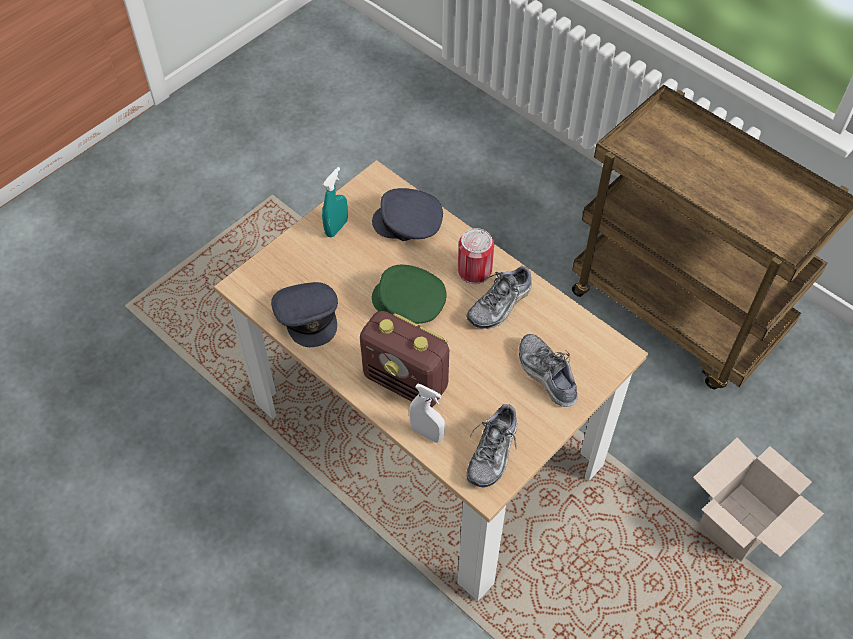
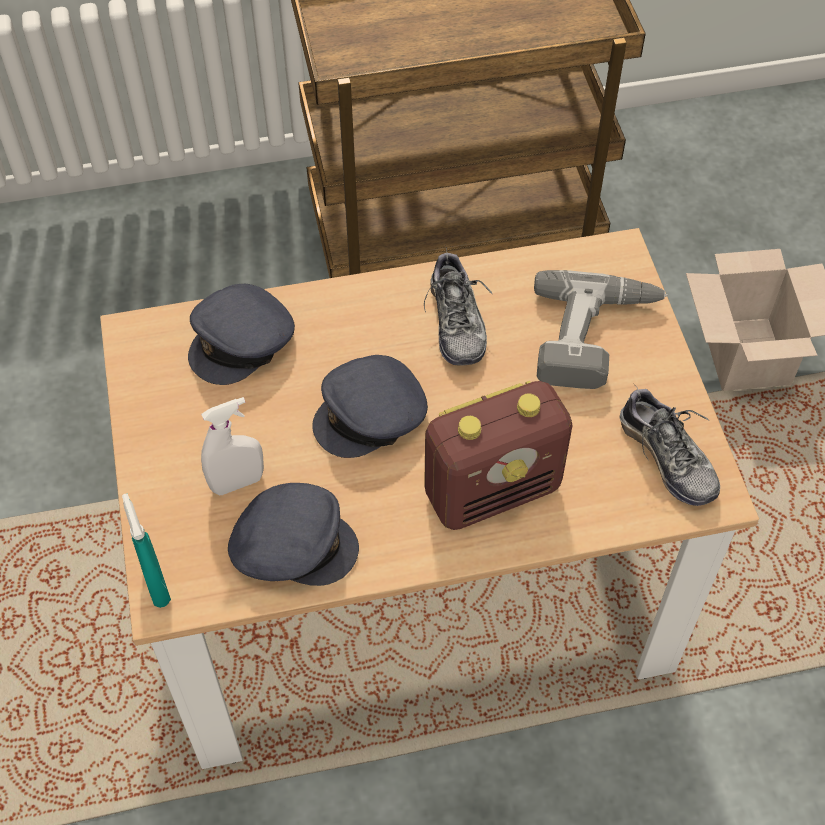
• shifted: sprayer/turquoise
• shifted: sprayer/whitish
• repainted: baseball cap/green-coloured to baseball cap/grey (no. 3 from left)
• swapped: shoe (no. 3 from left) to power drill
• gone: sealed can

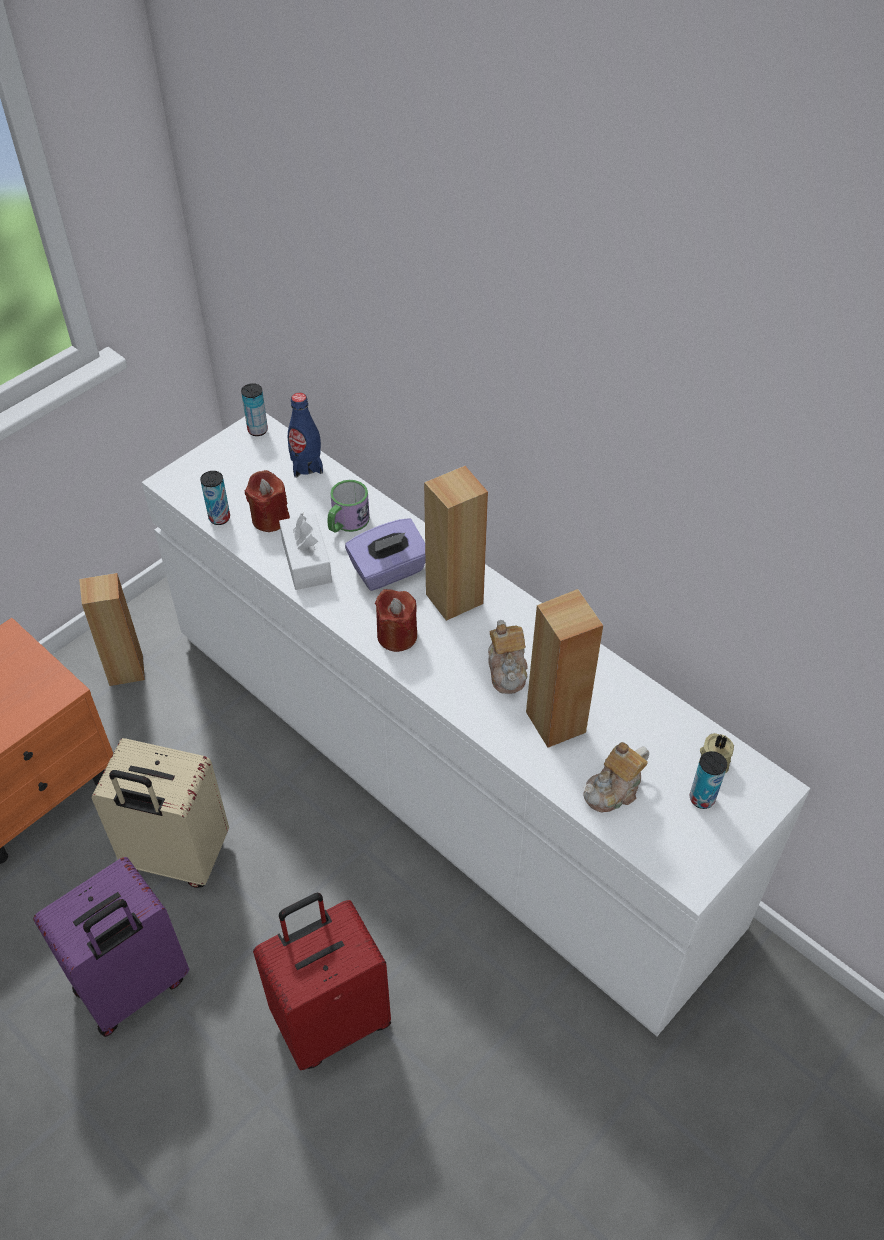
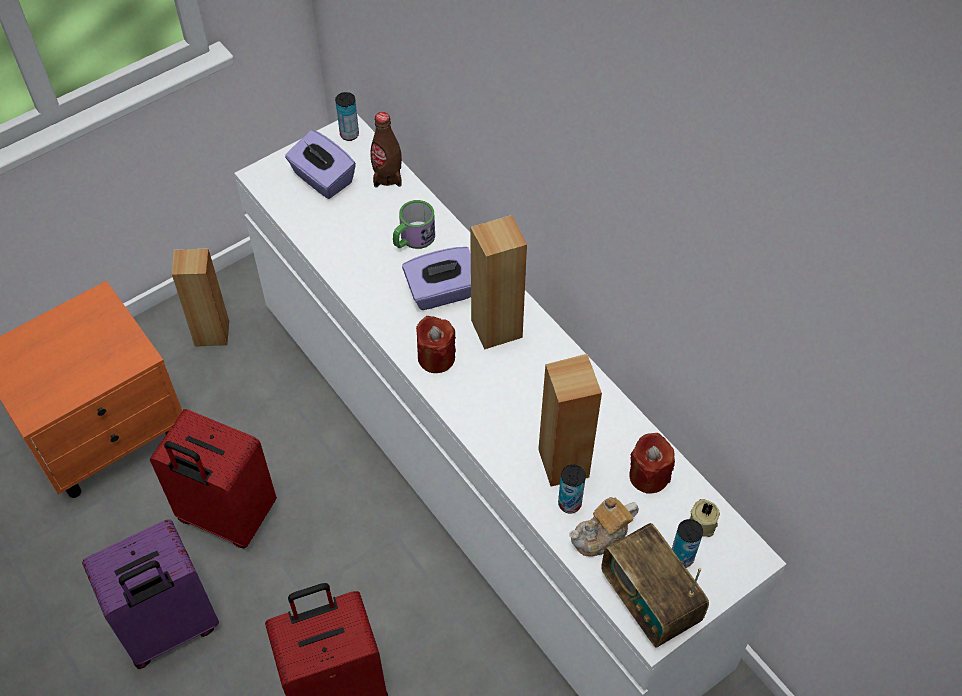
• repainted: piece of luggage/sand-coloured to piece of luggage/red (no. 1 from left)
• new: tissue box/purple-coloured (no. 1 from left)
• repainted: bottle/bluish to bottle/brown
• shifted: sealed can (no. 1 from left in the first image) to sealed can (no. 2 from left)
• new: radio
• shifted: wax candle/red (no. 1 from left in the first image) to wax candle/red (no. 2 from left)
• gone: tissue box/whitish
• gone: pot for tea (no. 1 from left)

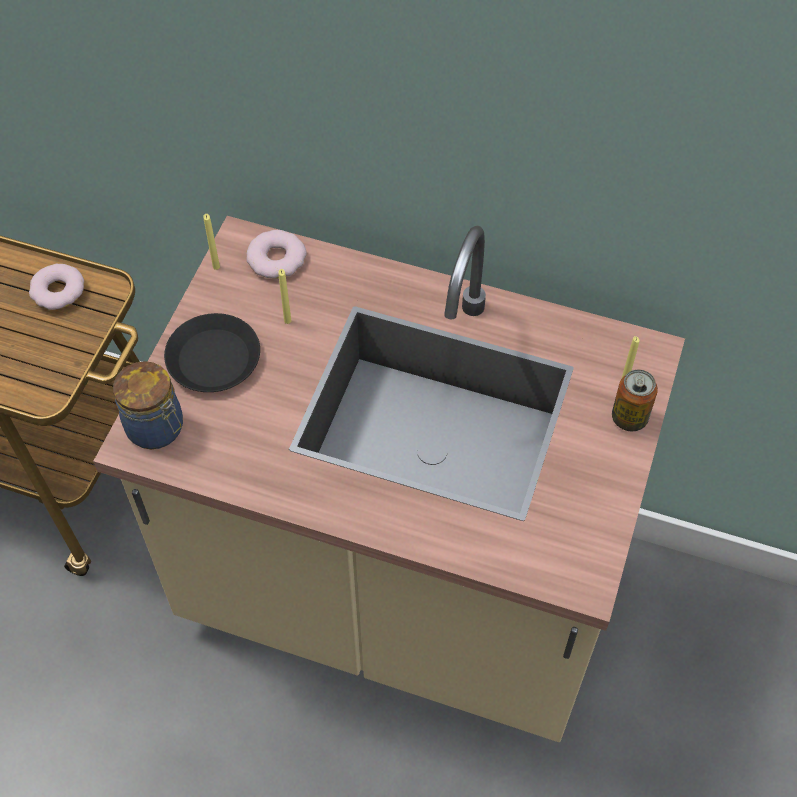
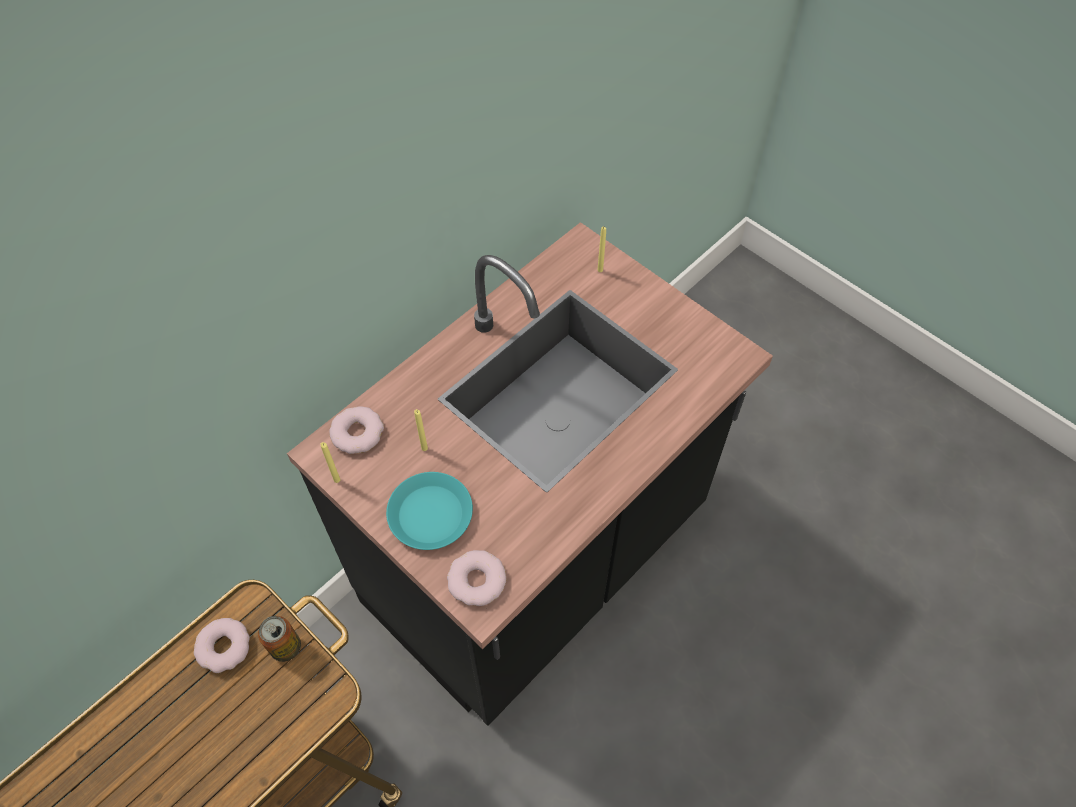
• shifted: sealed can
• repainted: counter/sand-coloured to counter/blackish
• repainted: plate/blackish to plate/turquoise
• swapped: storage jar to doughnut (no. 3 from left)

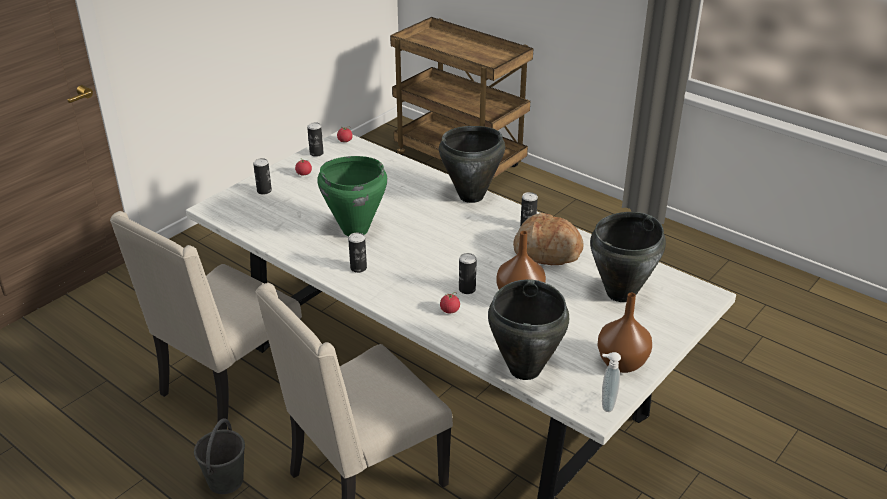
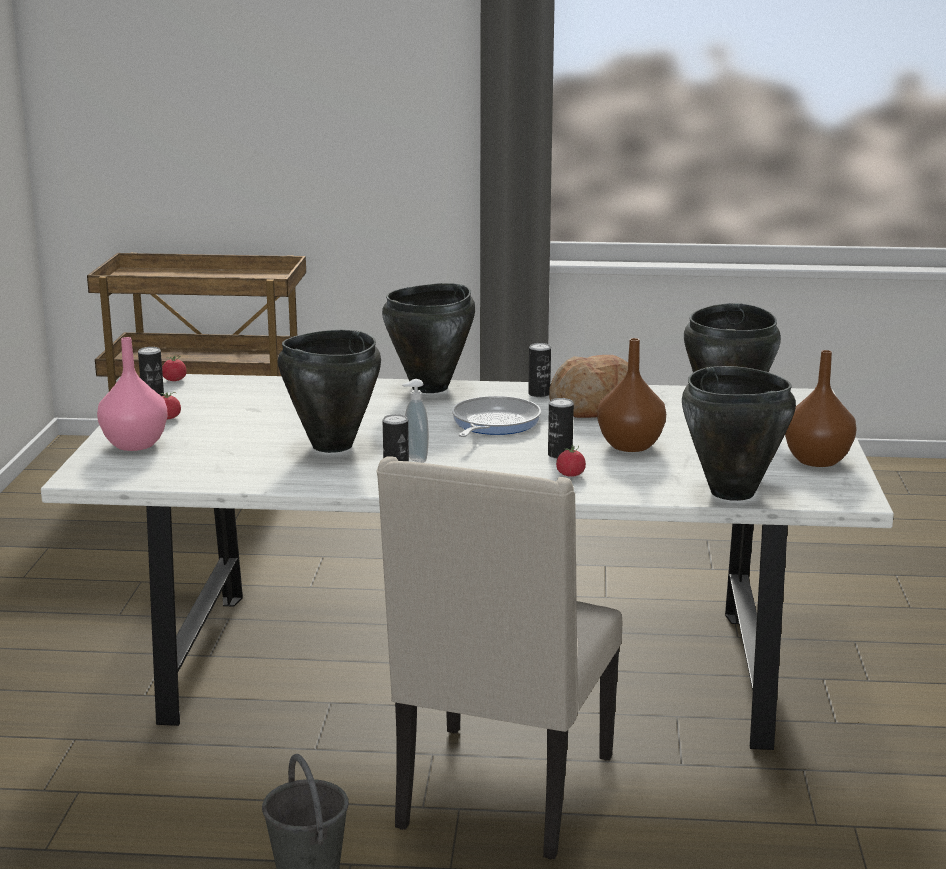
• swapped: sealed can (no. 1 from left) to vase/pinkish
• repainted: stockpot/green-coloured to stockpot/blackish (no. 1 from left)
• shifted: soap dispenser
• new: skillet
• gone: plain chair/sand-coloured (no. 1 from left)

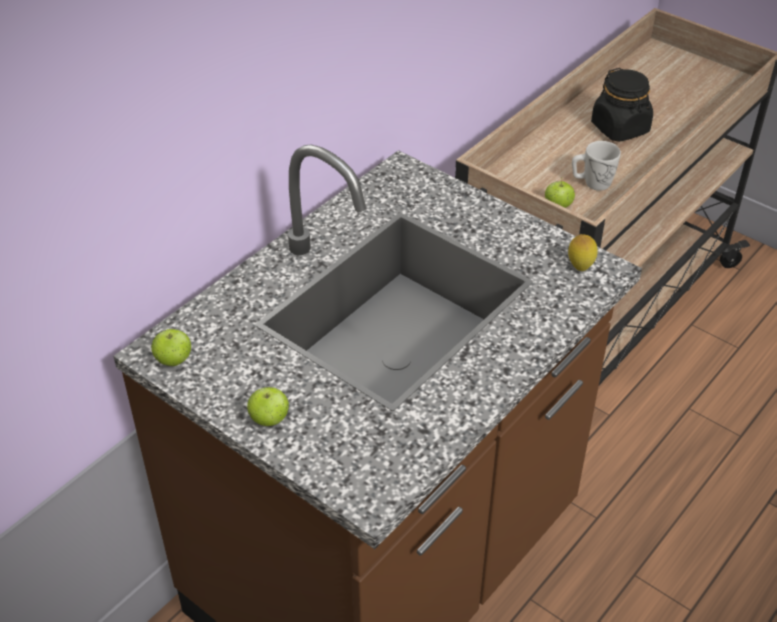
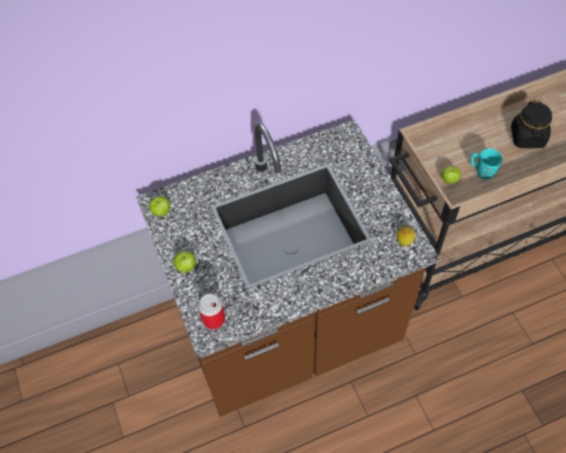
• new: sealed can
• repainted: tea mug/whitish to tea mug/turquoise

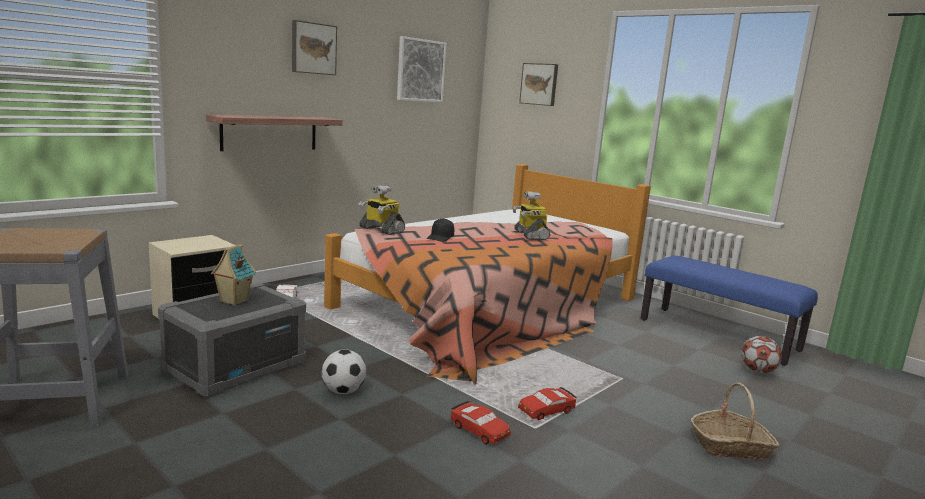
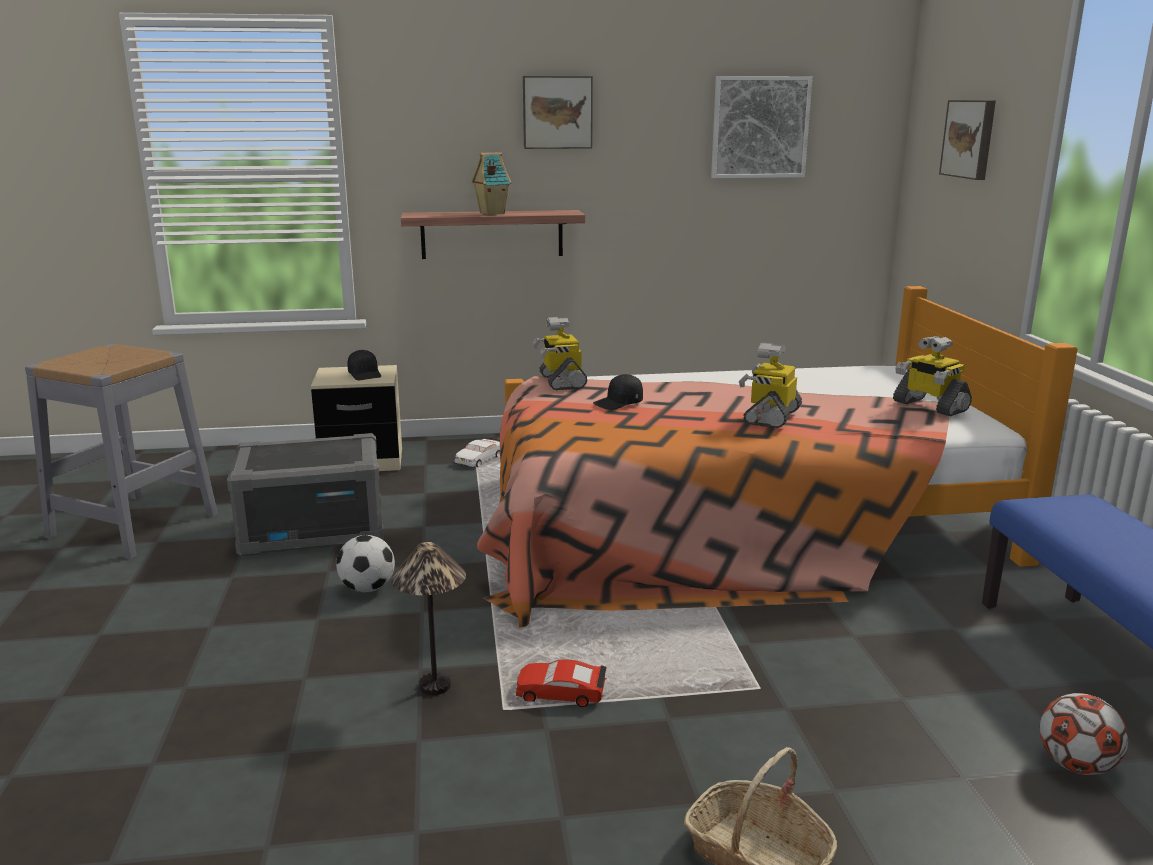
• new: baseball cap/blackish (no. 1 from left)
• swapped: toy car/red (no. 1 from left) to lamp for a table
• shifted: toy house
• new: toy robot (no. 3 from left)

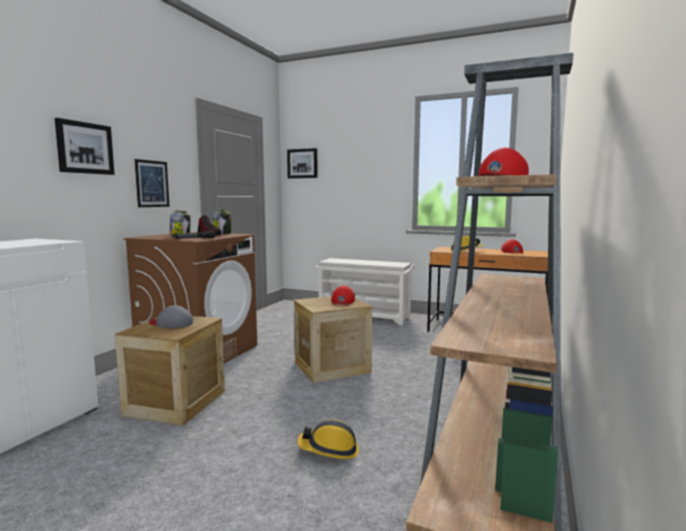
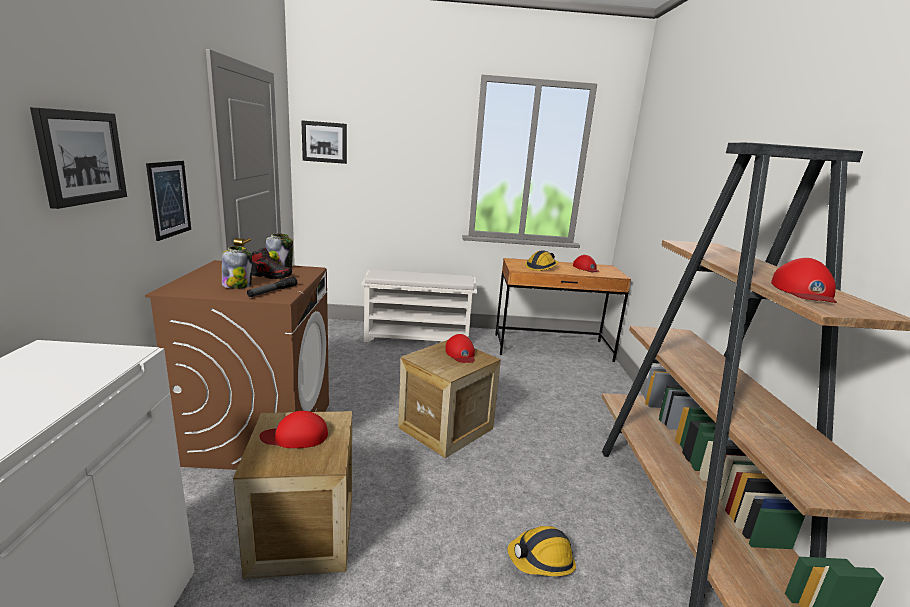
• repainted: baseball cap/grey to baseball cap/red (no. 1 from left)

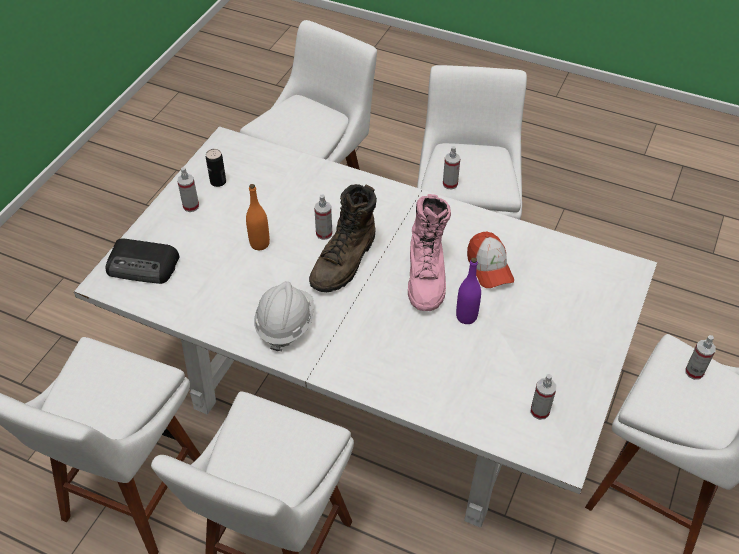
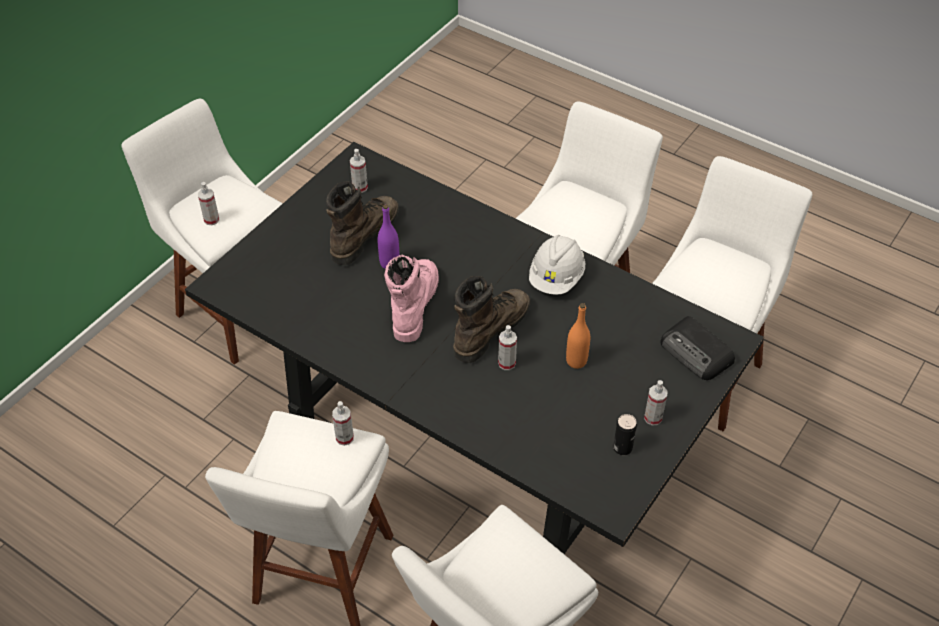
• repainted: dinner table/whitish to dinner table/blackish
• new: high-top boot/brown (no. 1 from left)
• rotated: radio 150 degrees counterclockwise
• gone: baseball cap

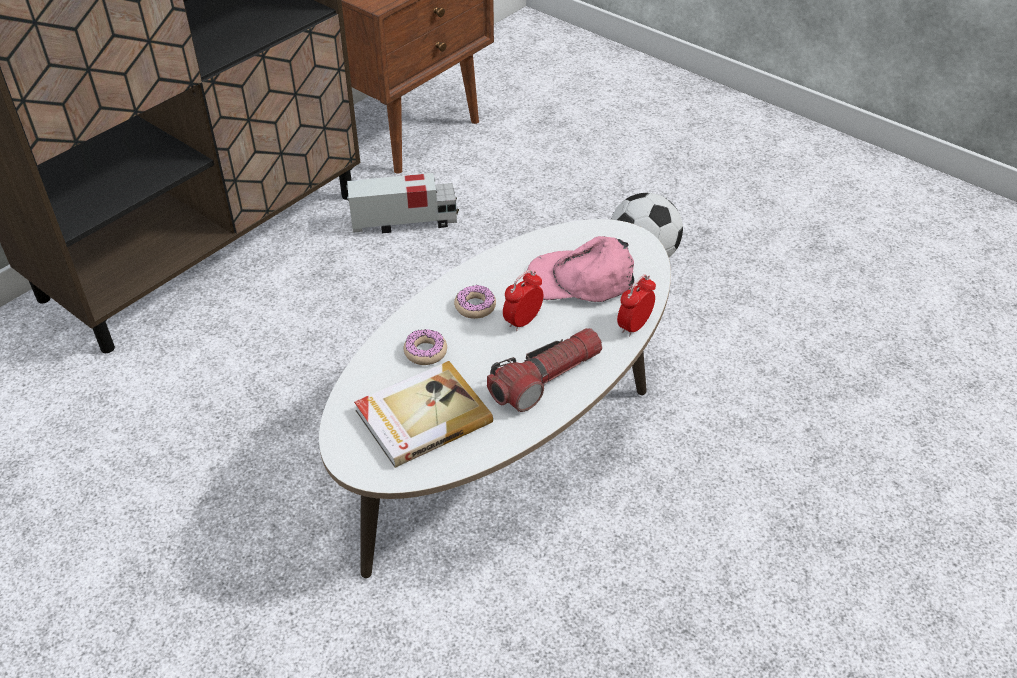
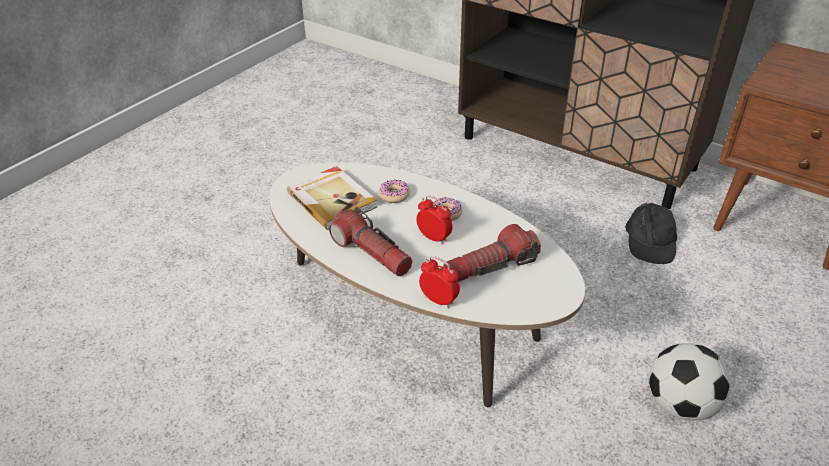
• swapped: baseball cap/pinkish to hand torch (no. 2 from left)
• swapped: model truck to baseball cap/blackish

